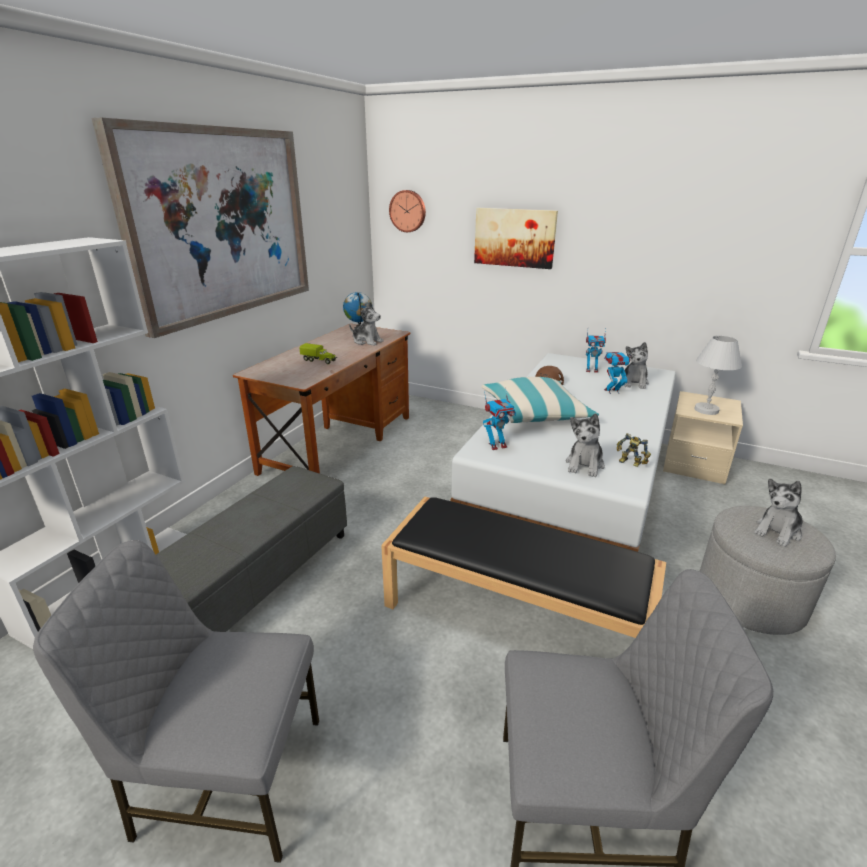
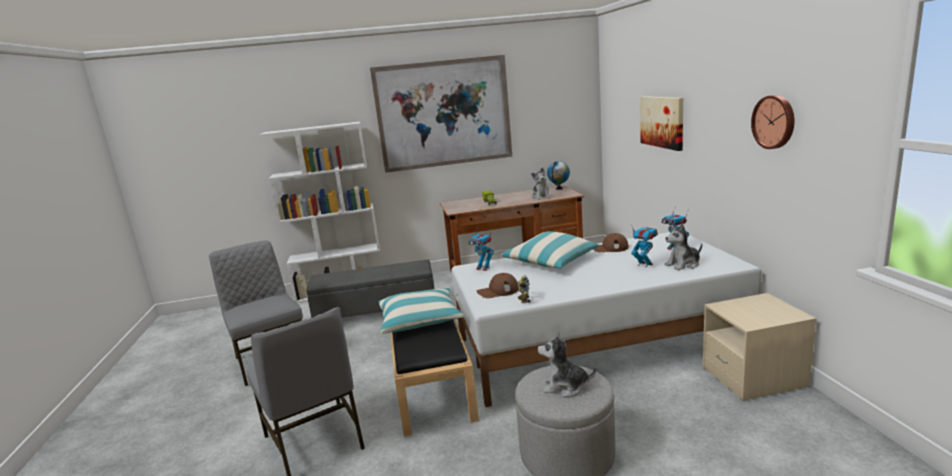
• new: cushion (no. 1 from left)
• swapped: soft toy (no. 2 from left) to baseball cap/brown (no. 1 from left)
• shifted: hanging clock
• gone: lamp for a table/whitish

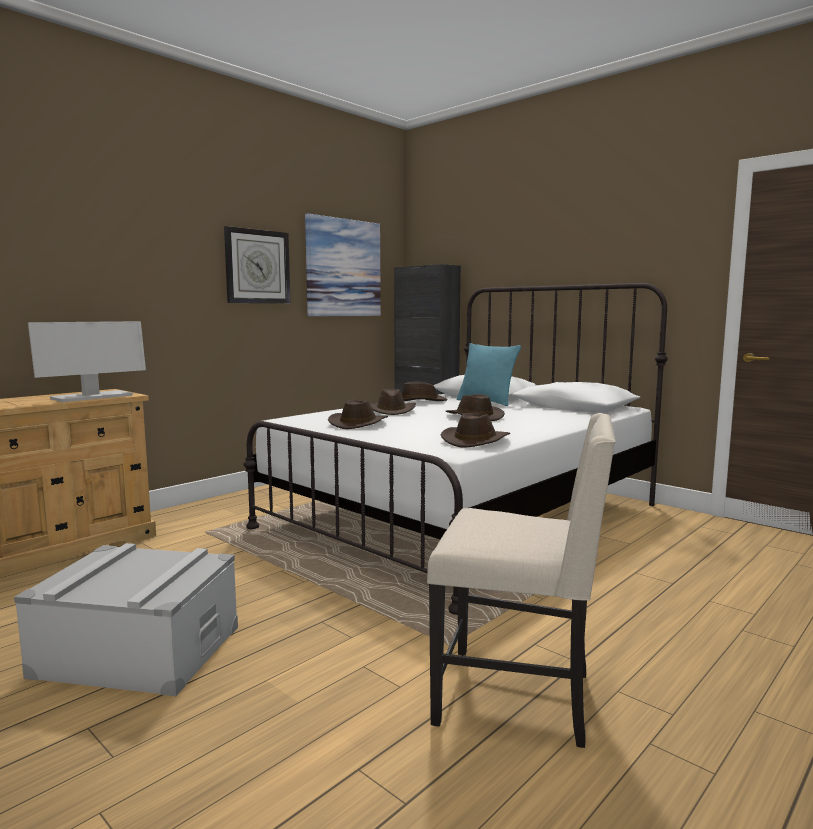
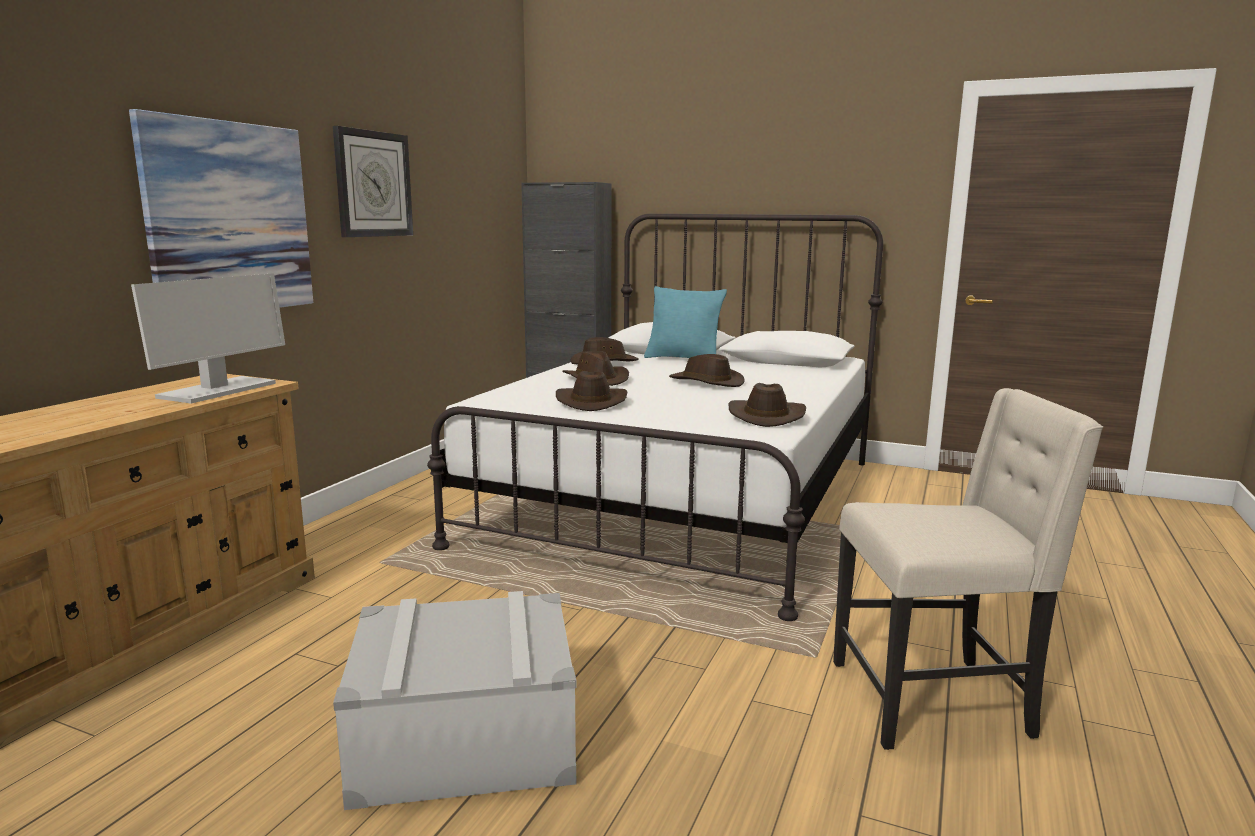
• shifted: wall picture

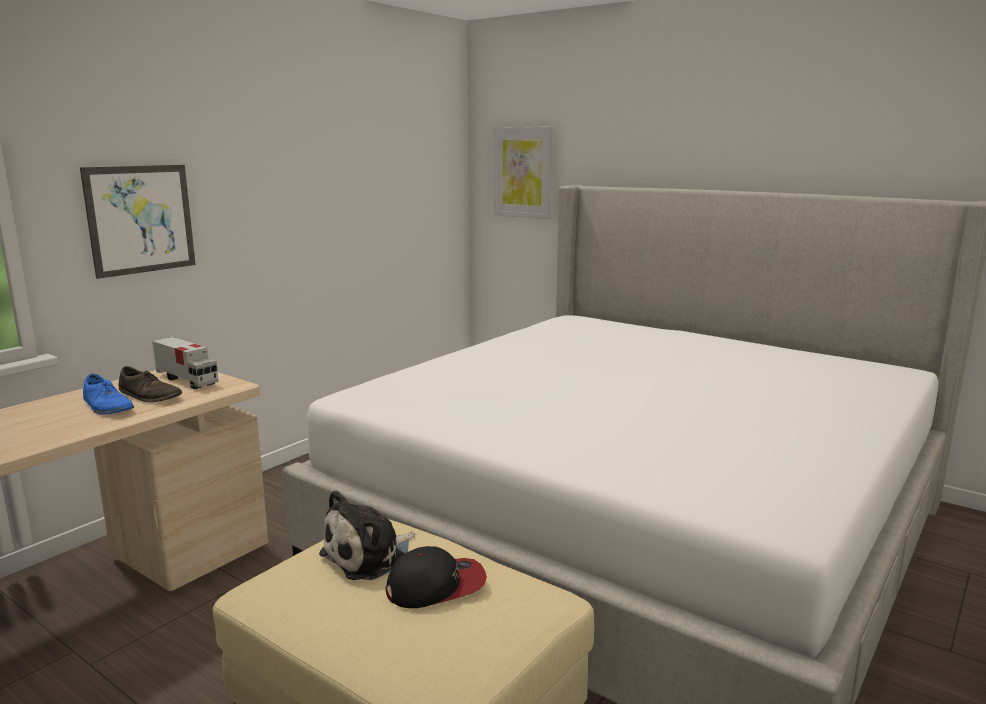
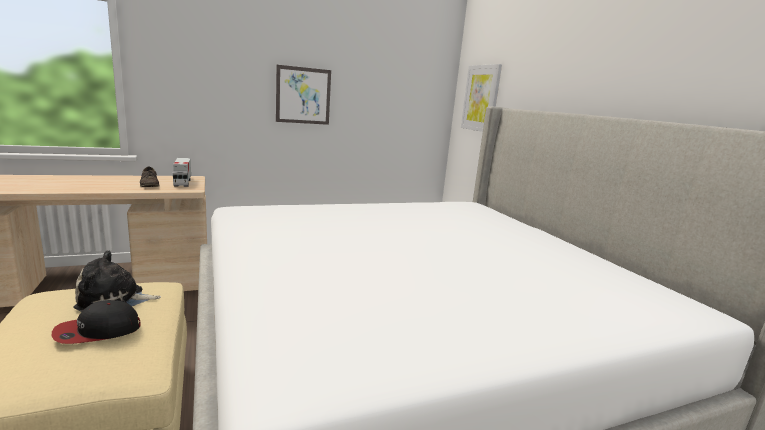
• rotated: baseball cap 135 degrees clockwise
• shifted: wall picture (no. 1 from left)
• gone: shoe/bluish

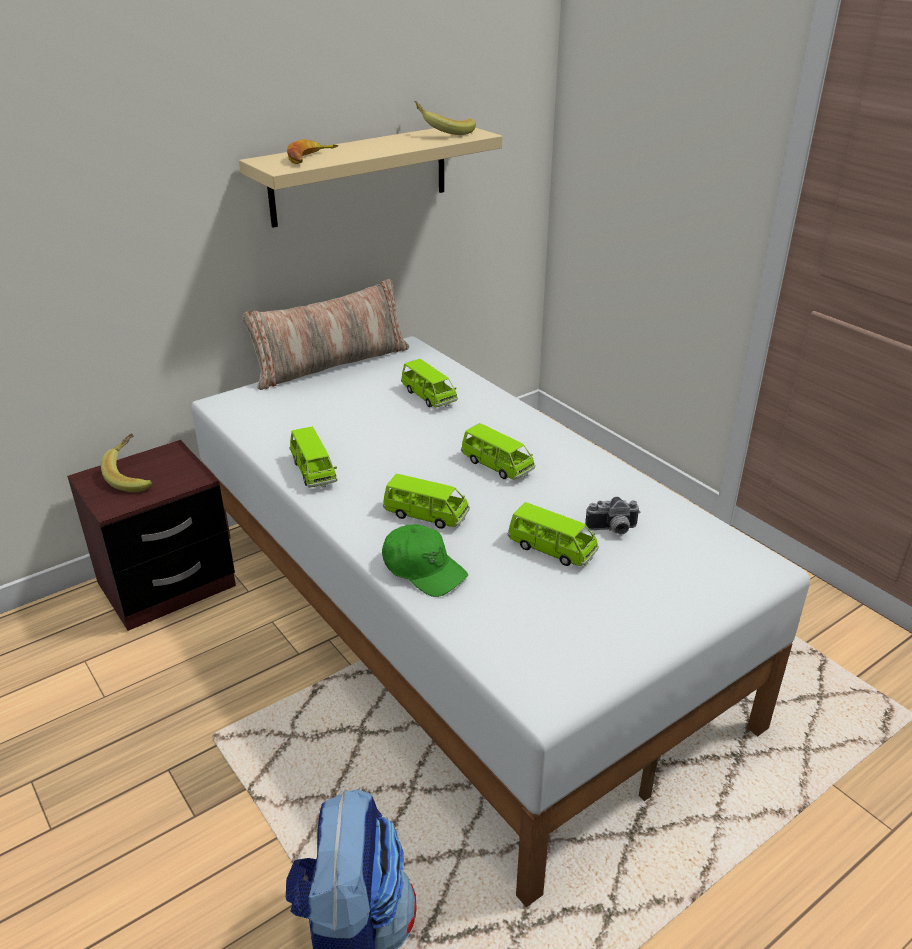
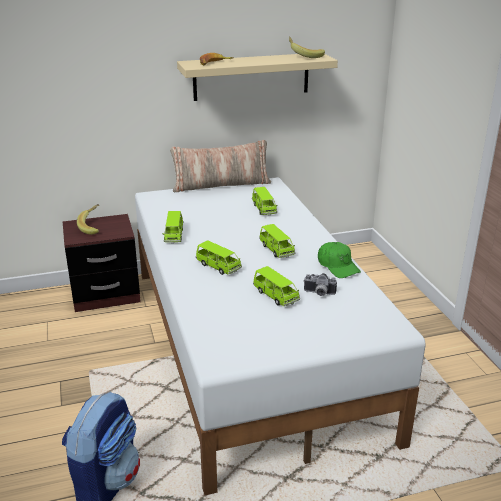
• shifted: baseball cap/green-coloured

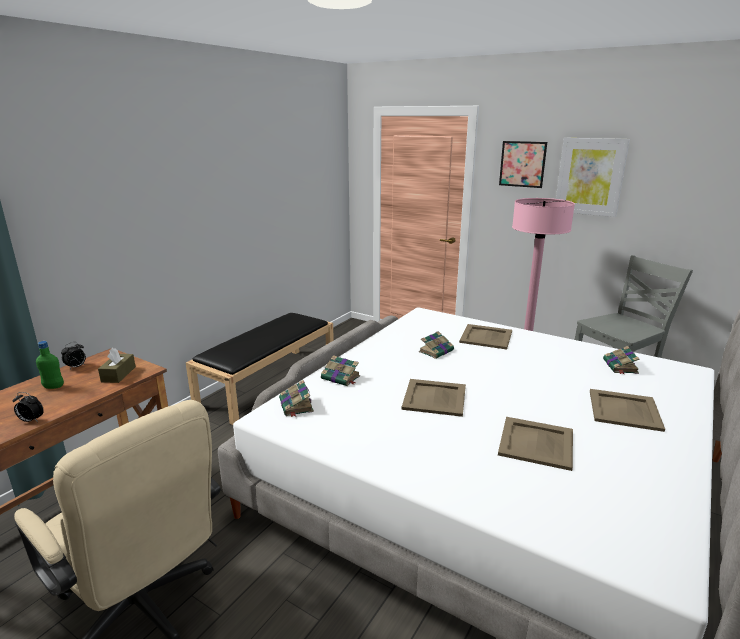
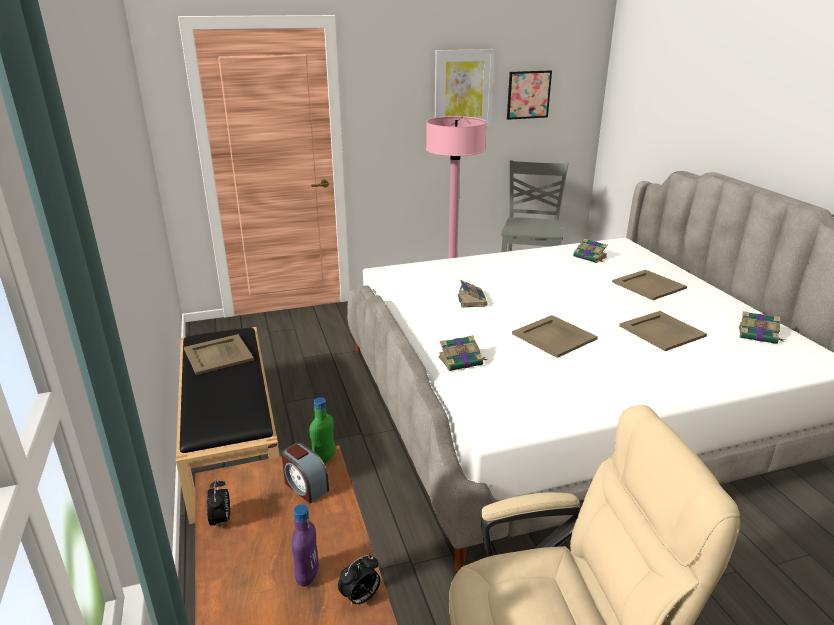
• shifted: carrying tray/sand-coloured (no. 2 from left in the first image) to carrying tray/sand-coloured (no. 1 from left)
• swapped: tissue box/brown to table clock (no. 2 from left)
• new: bottle/purple-coloured
• shifted: bottle/green-coloured
• shifted: wall picture (no. 1 from left in the first image) to wall picture (no. 2 from left)
• shifted: volume (no. 1 from left in the first image) to volume (no. 4 from left)

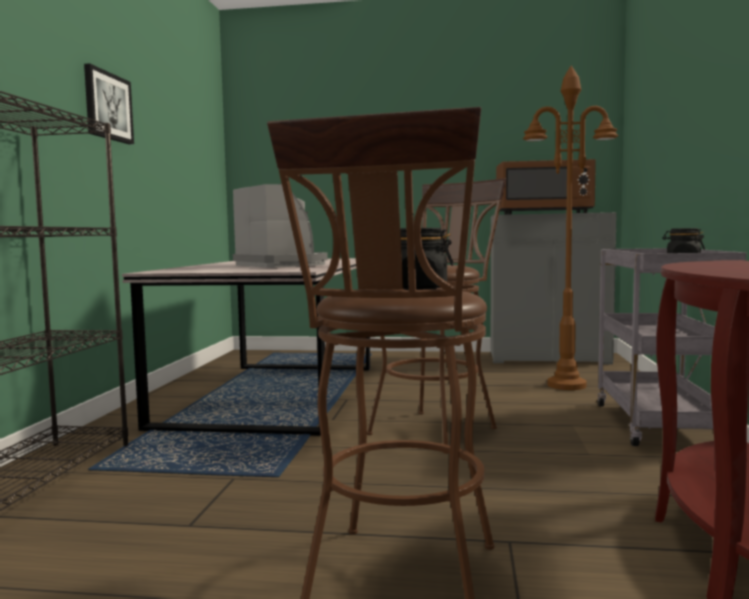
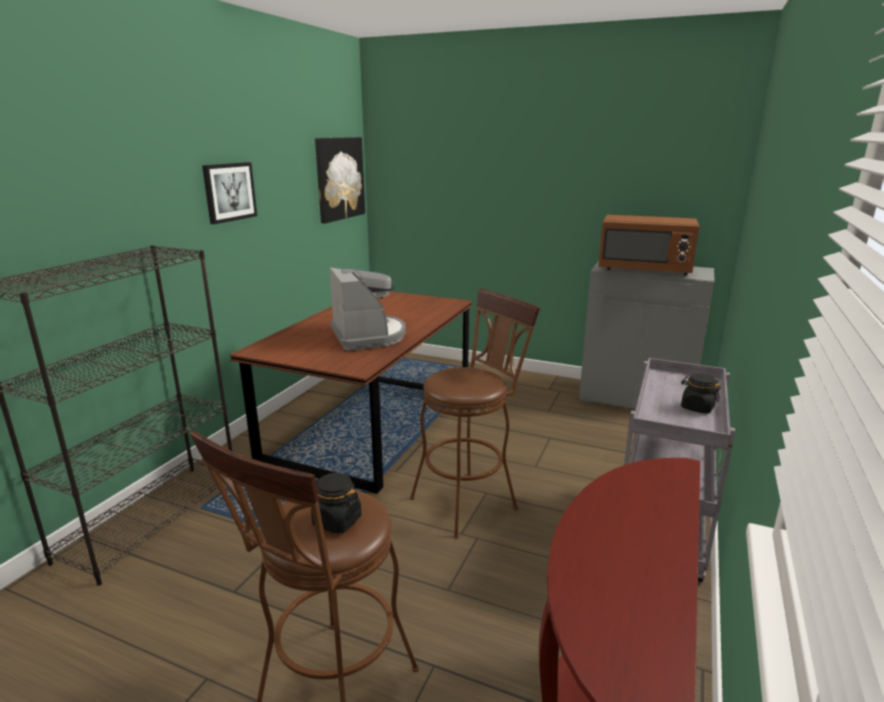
• repainted: dinner table/grey to dinner table/brown
• new: wall picture (no. 2 from left)
• gone: floor lamp/brown

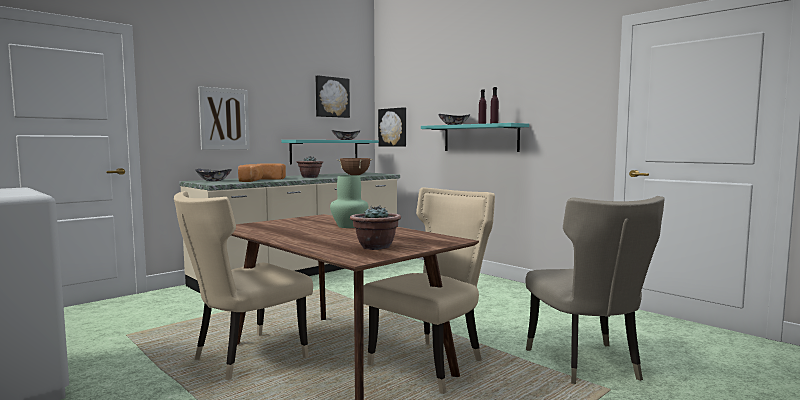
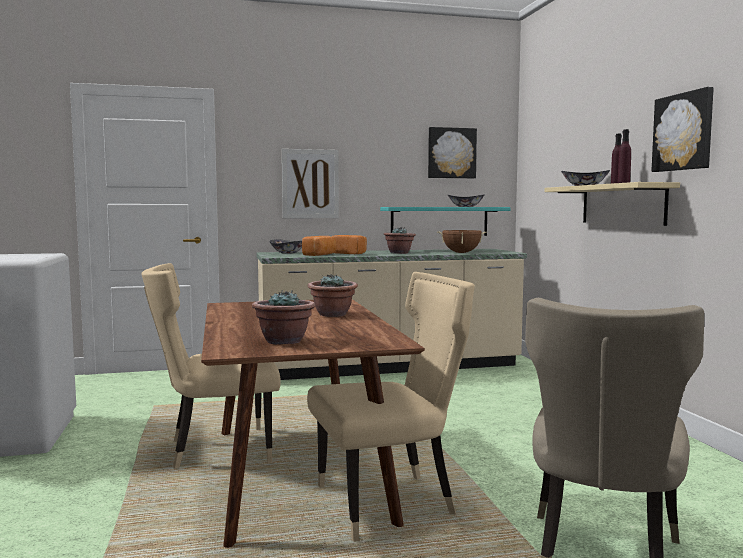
• swapped: vase/green-coloured to potted plant (no. 2 from left)
• repainted: bracket shelf/turquoise (no. 2 from left) to bracket shelf/sand-coloured
• shifted: wall picture (no. 3 from left)

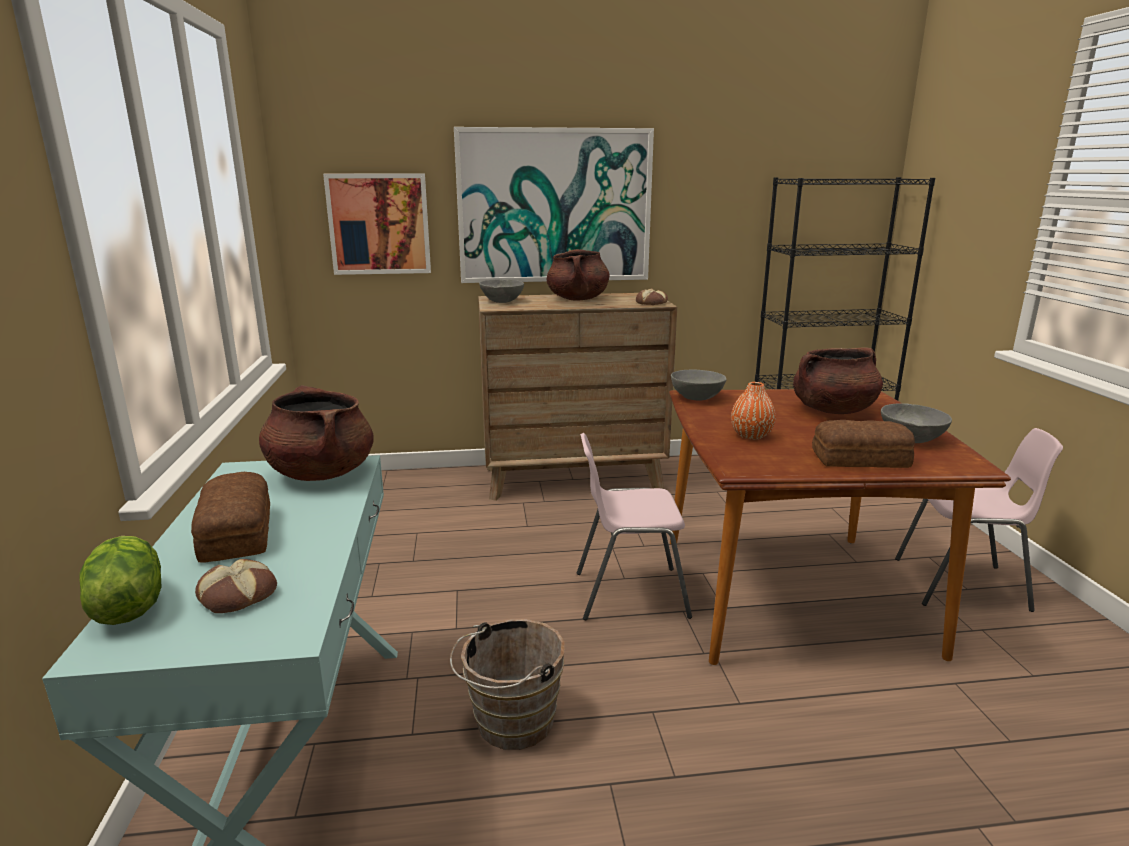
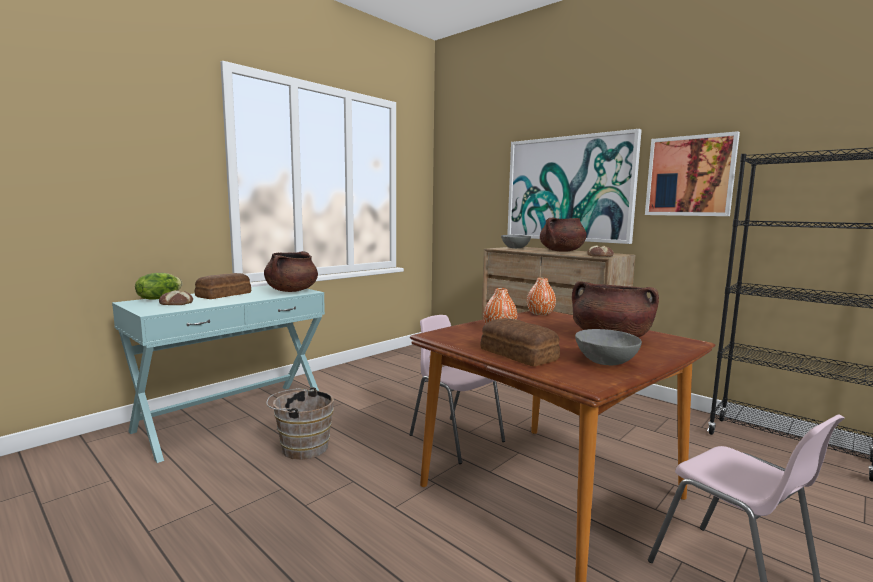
• swapped: serving bowl/grey (no. 2 from left) to vase/orangey (no. 2 from left)
• shifted: wall picture (no. 1 from left in the first image) to wall picture (no. 2 from left)

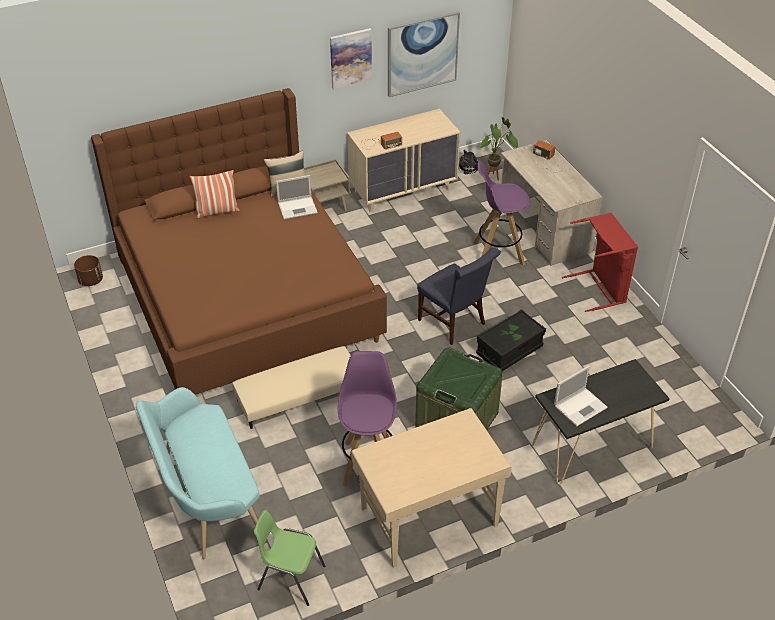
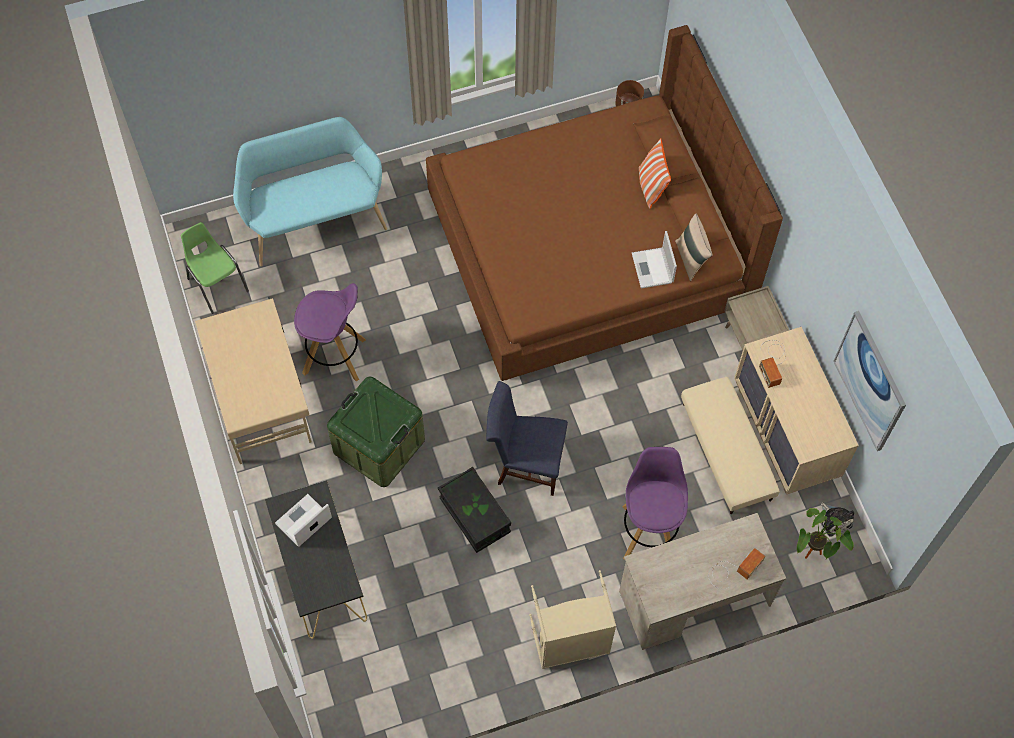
• rotated: plain chair/green-coloured 60 degrees counterclockwise
• rotated: laptop (no. 2 from left in the first image) 75 degrees clockwise
• rotated: plain chair/bluish 45 degrees clockwise
• repainted: washing basket/red to washing basket/sand-coloured
• shifted: footrest/sand-coloured
• gone: wall picture (no. 1 from left)

